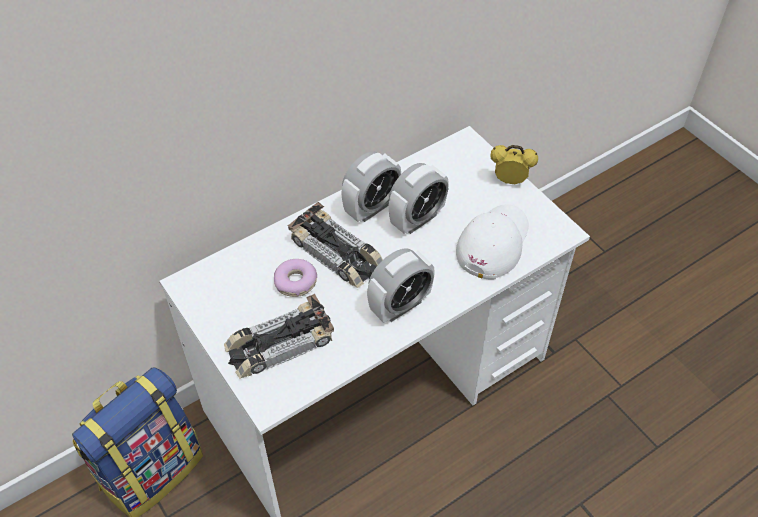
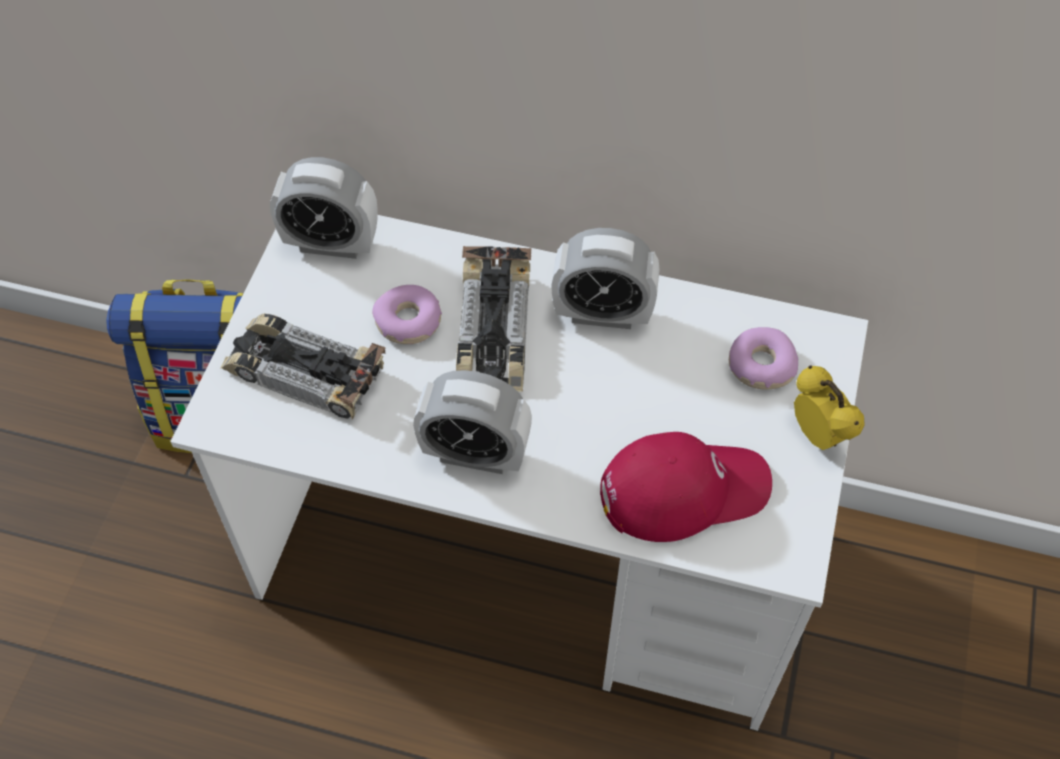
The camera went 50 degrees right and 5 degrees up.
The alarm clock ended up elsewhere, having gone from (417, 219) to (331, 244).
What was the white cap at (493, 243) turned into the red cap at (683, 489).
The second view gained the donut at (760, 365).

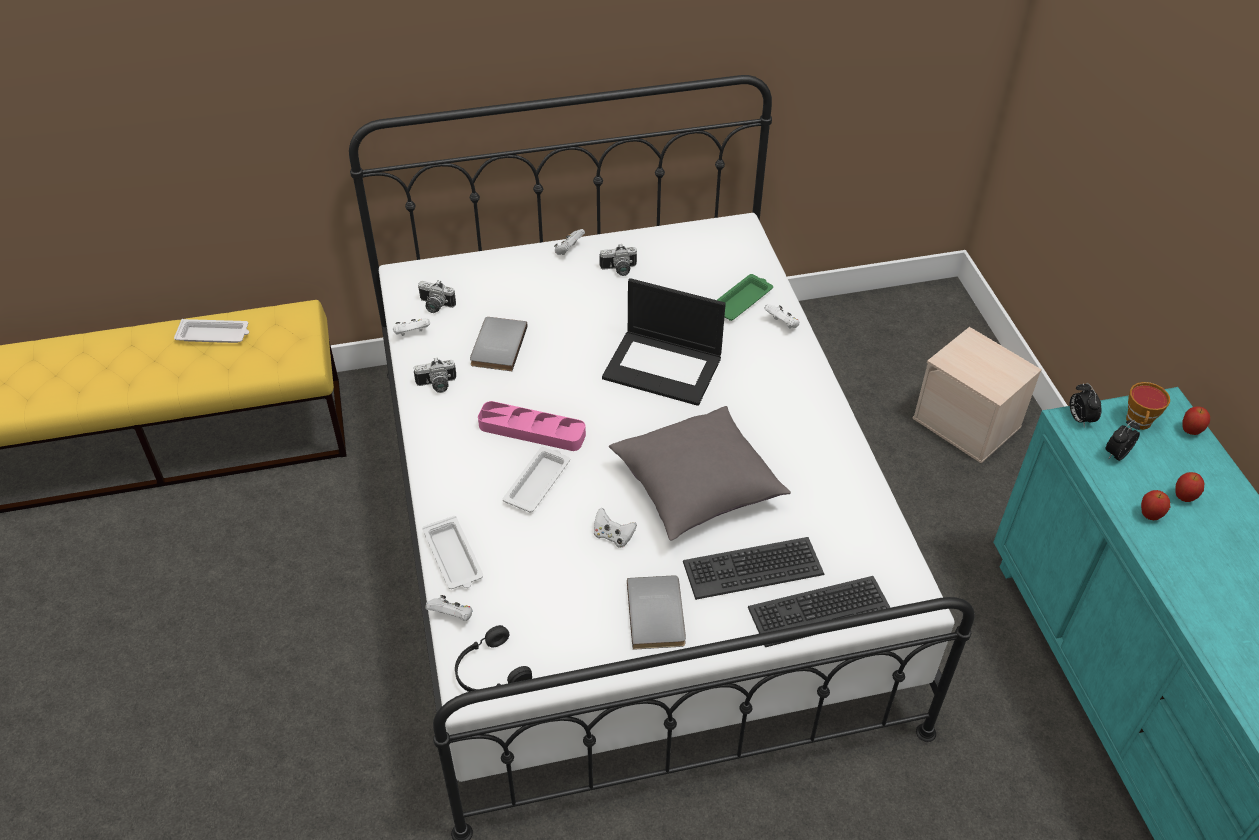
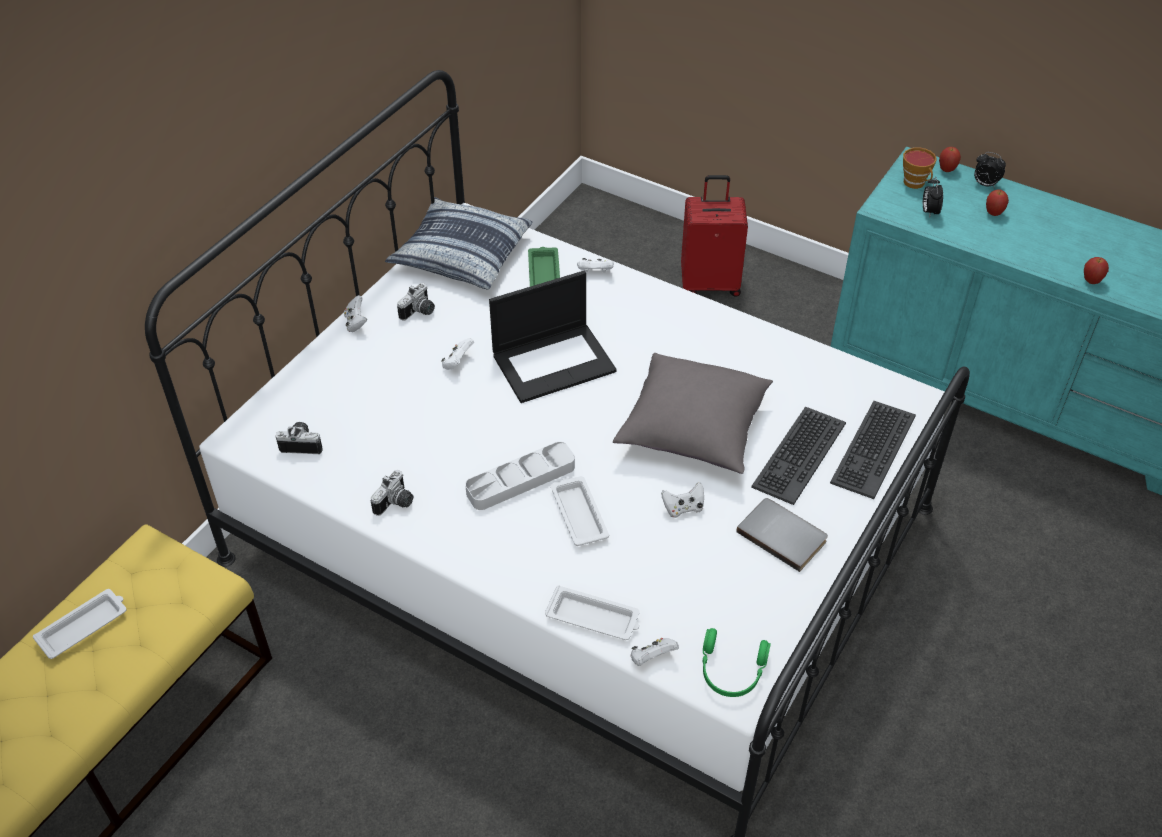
The camera went 45 degrees left and 0 degrees up.
The photo camera at (435, 306) ended up facing another way, 150 degrees counterclockwise from before.
The second view gained the pillow at (461, 254).
The white game controller ended up elsewhere, having gone from (412, 334) to (457, 362).
What was the pink tray at (532, 430) turned into the grey tray at (521, 480).
Where the beige storage box stood at (968, 423), the red suitcase came to stand at (710, 283).
What was the black headphones at (489, 672) turned into the green headphones at (731, 671).
The alarm clock ended up elsewhere, having gone from (1079, 418) to (984, 184).
The apple ended up elsewhere, having gone from (1149, 515) to (1091, 281).
The second view lost the grey book at (496, 346).

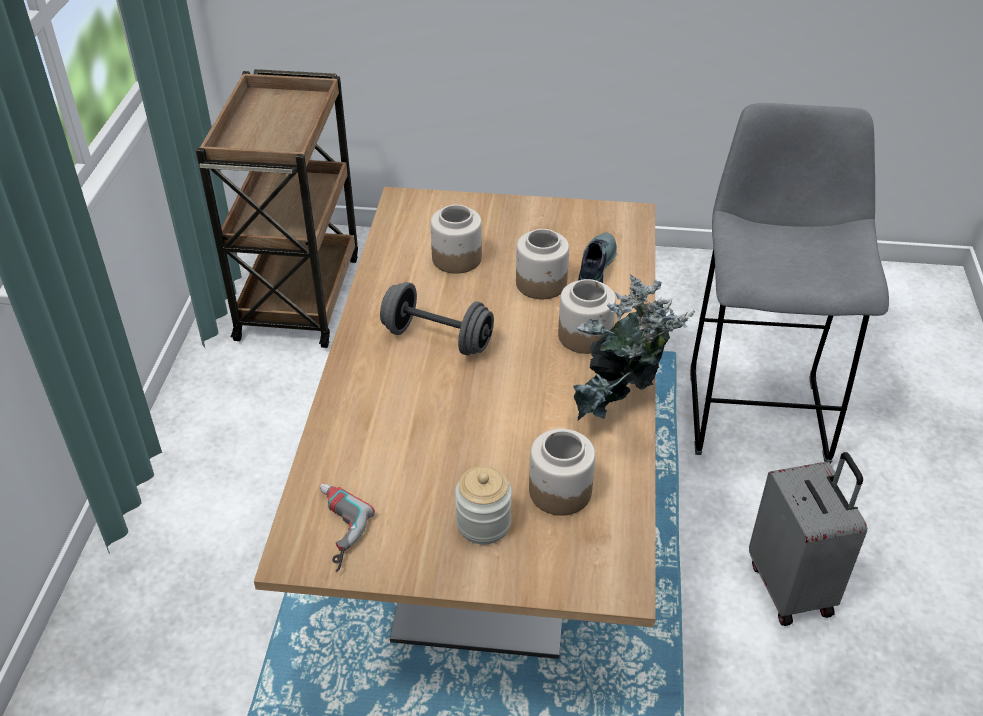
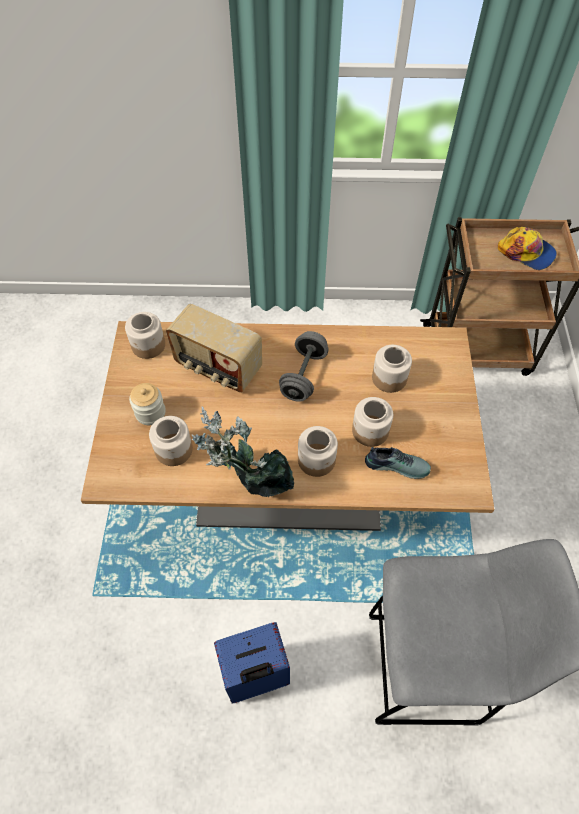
The camera went 85 degrees right and 15 degrees up.
Where the power drill stood at (331, 530), the jar came to stand at (148, 345).
The second view gained the radio at (217, 367).
What was the grey suitcase at (792, 587) turned into the blue suitcase at (255, 677).
The second view gained the cap at (526, 252).

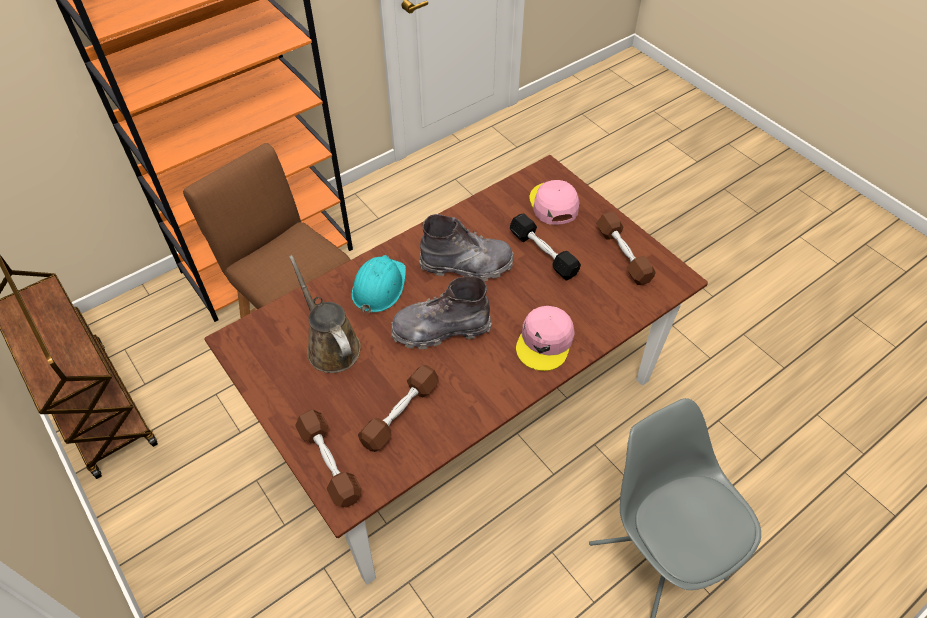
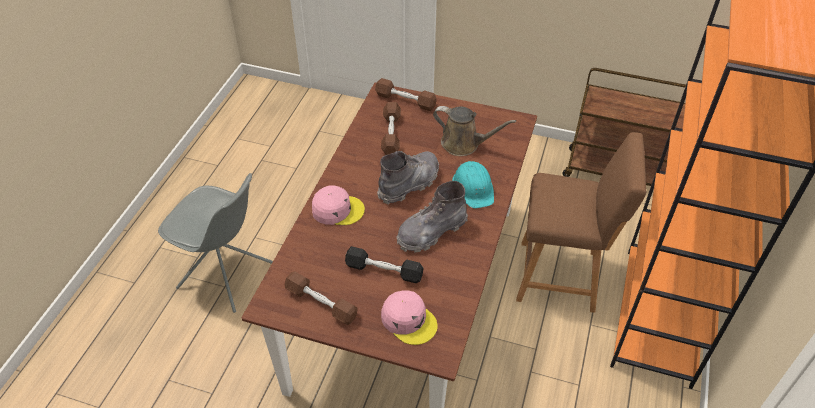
The camera went 145 degrees right and 5 degrees down.
The pink cap at (545, 342) ended up facing another way, 105 degrees clockwise from before.

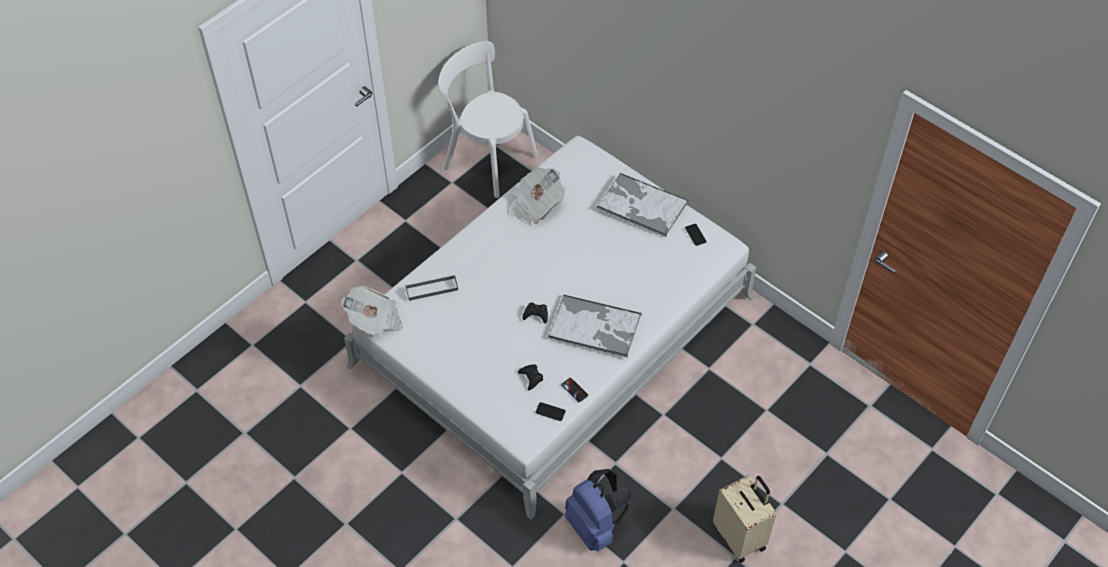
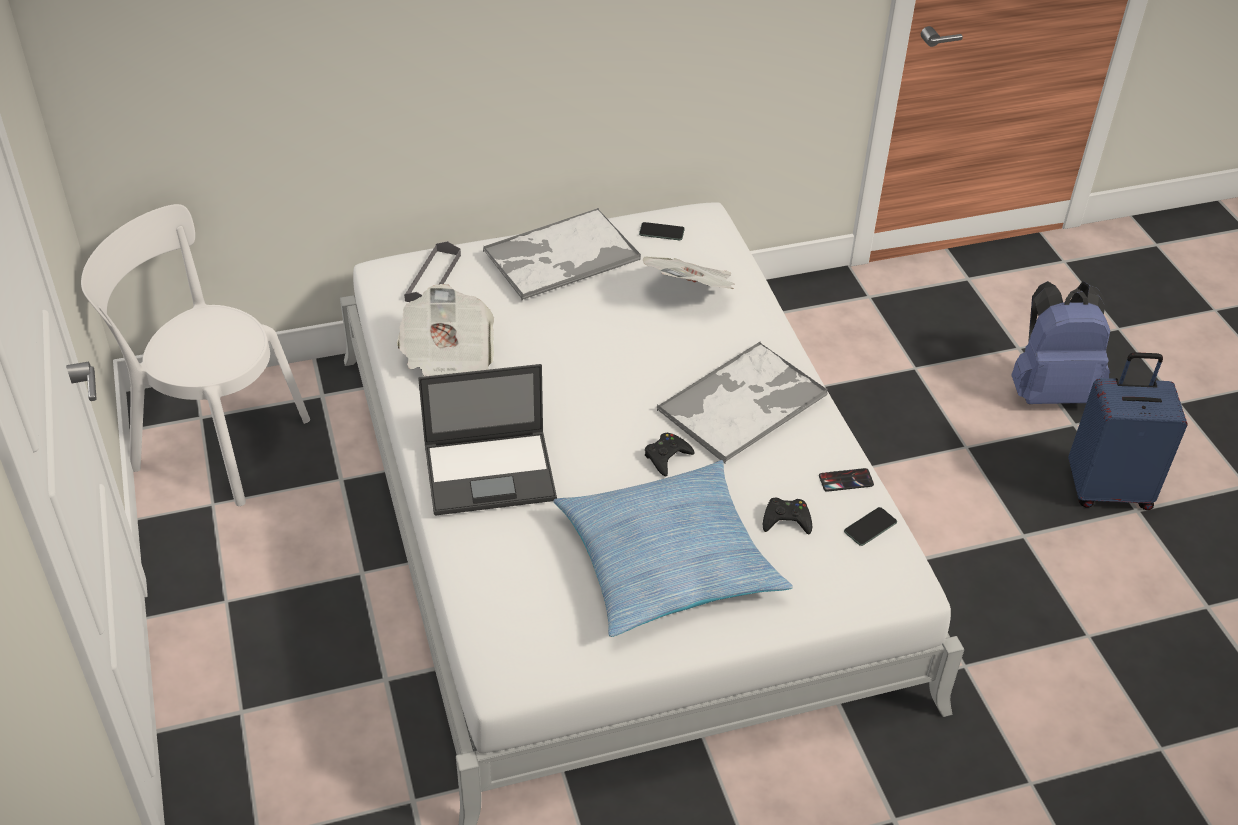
The camera went 60 degrees left and 10 degrees down.
The white chair at (487, 159) ended up facing another way, 45 degrees clockwise from before.
The grey tray ended up elsewhere, having gone from (432, 289) to (433, 278).
The second view gained the laptop at (491, 472).
The second view gained the pillow at (667, 561).
The newspaper ended up elsewhere, having gone from (375, 320) to (691, 292).
The blue backpack ended up elsewhere, having gone from (595, 527) to (1049, 390).
What was the beige suitcase at (740, 537) turned into the blue suitcase at (1108, 489).

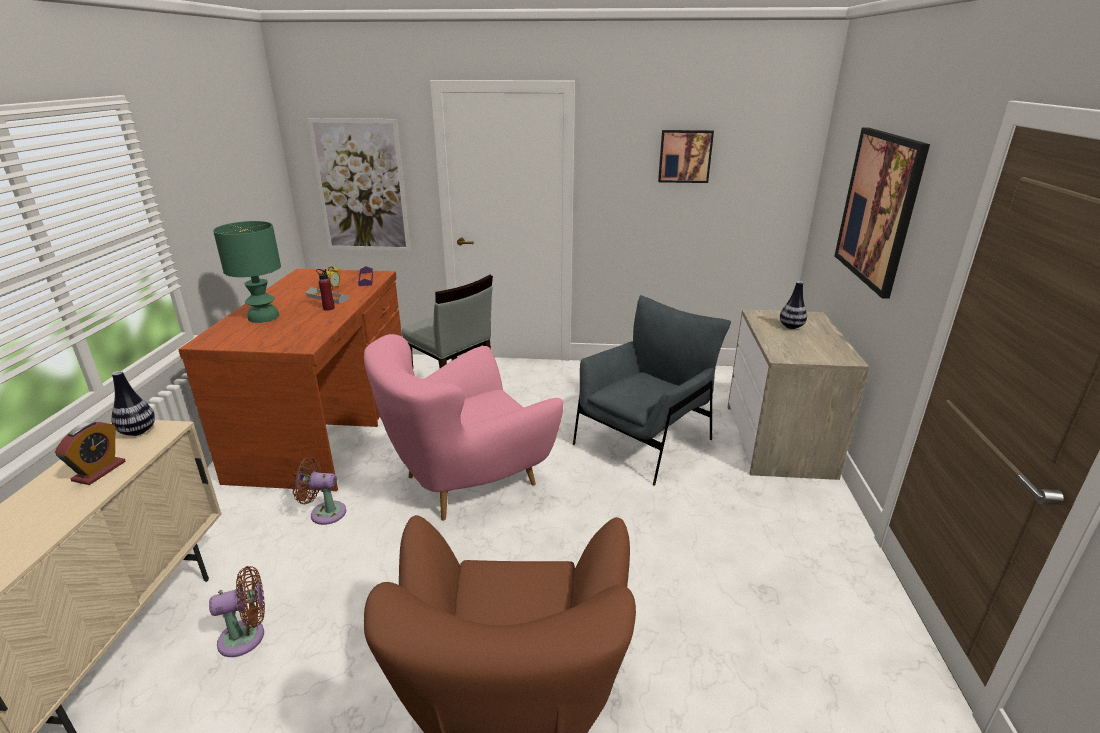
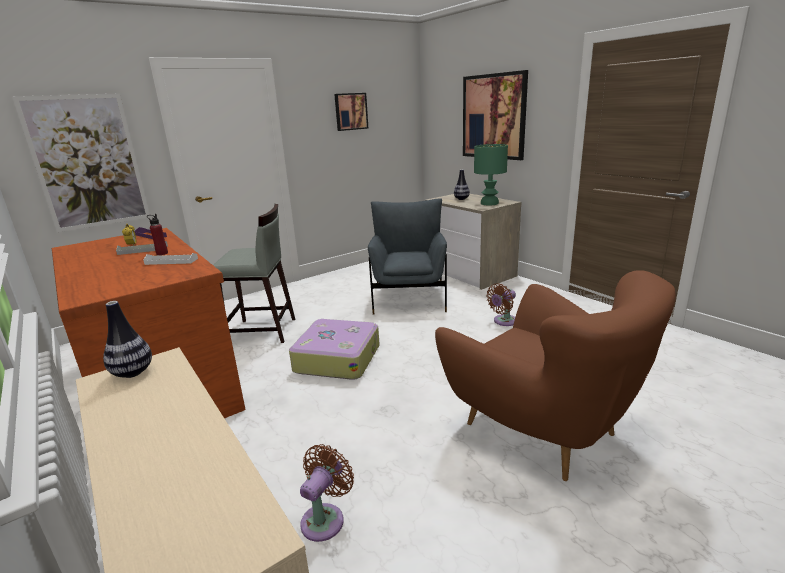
The camera went 40 degrees left and 5 degrees down.
The second view gained the white tray at (171, 261).
Where the pink armchair stood at (467, 481), the suitcase came to stand at (337, 358).
The green table lamp ended up elsewhere, having gone from (263, 317) to (489, 203).
The brown fan ended up elsewhere, having gone from (324, 513) to (503, 321).
The second view lost the alarm clock at (99, 471).

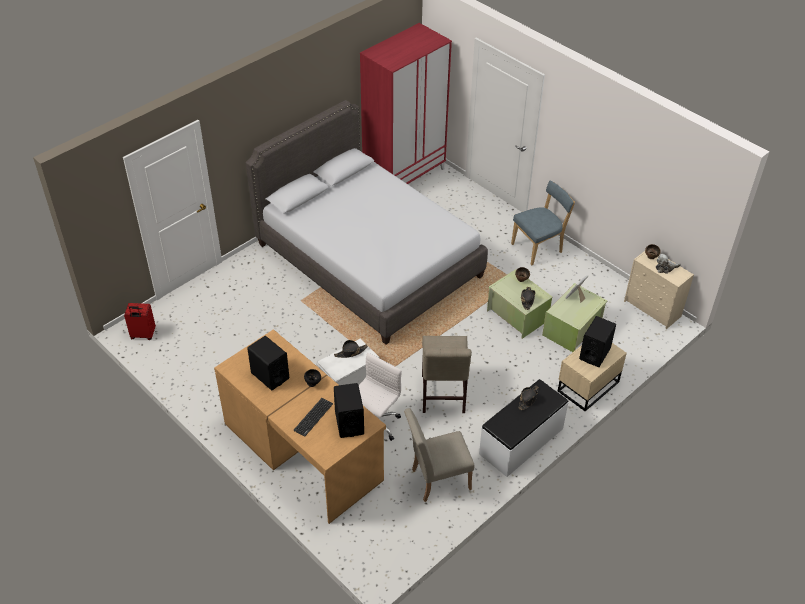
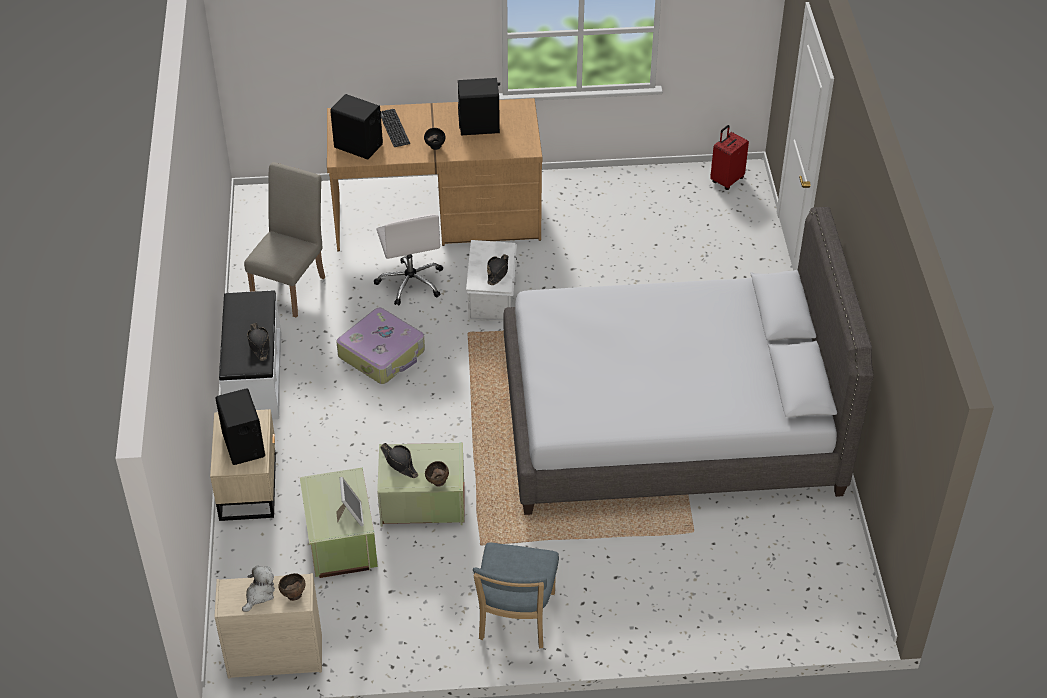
The camera went 130 degrees right and 0 degrees up.
Where the beige chair stood at (442, 396), the suitcase came to stand at (382, 354).
The second view lost the red wardrobe at (404, 175).

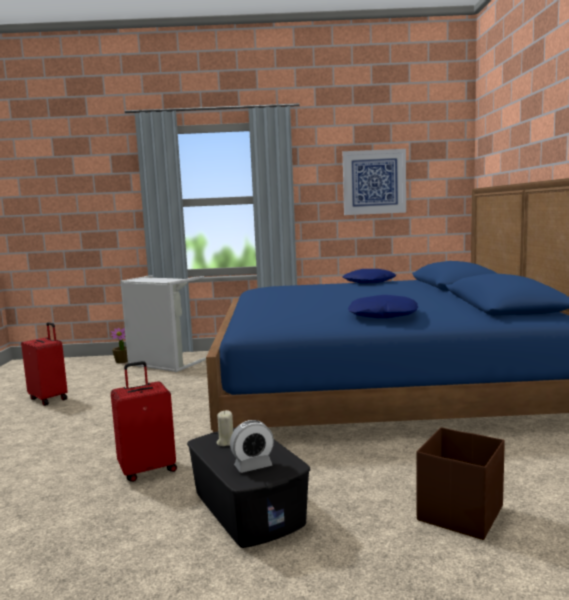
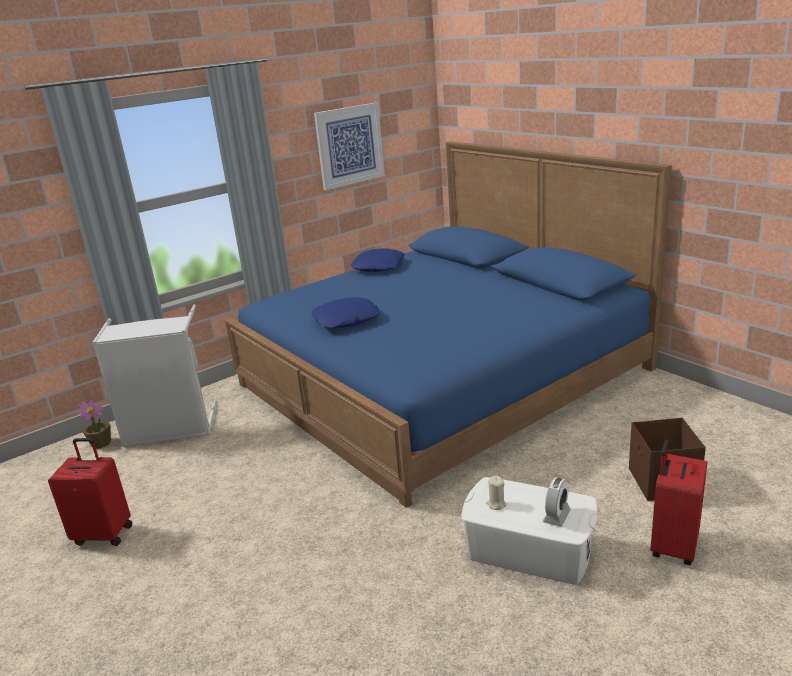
The camera went 35 degrees left and 15 degrees up.
The blue pillow ended up elsewhere, having gone from (383, 315) to (346, 320).
What was the black storage box at (248, 507) turned into the white storage box at (529, 550).
The red suitcase ended up elsewhere, having gone from (147, 470) to (672, 546).

